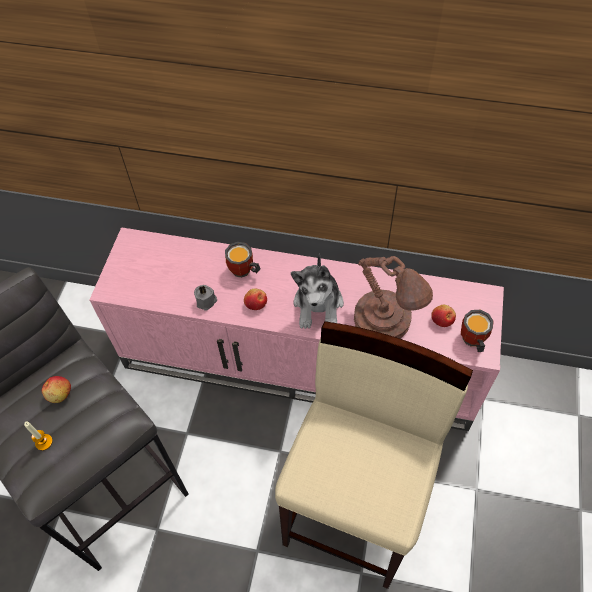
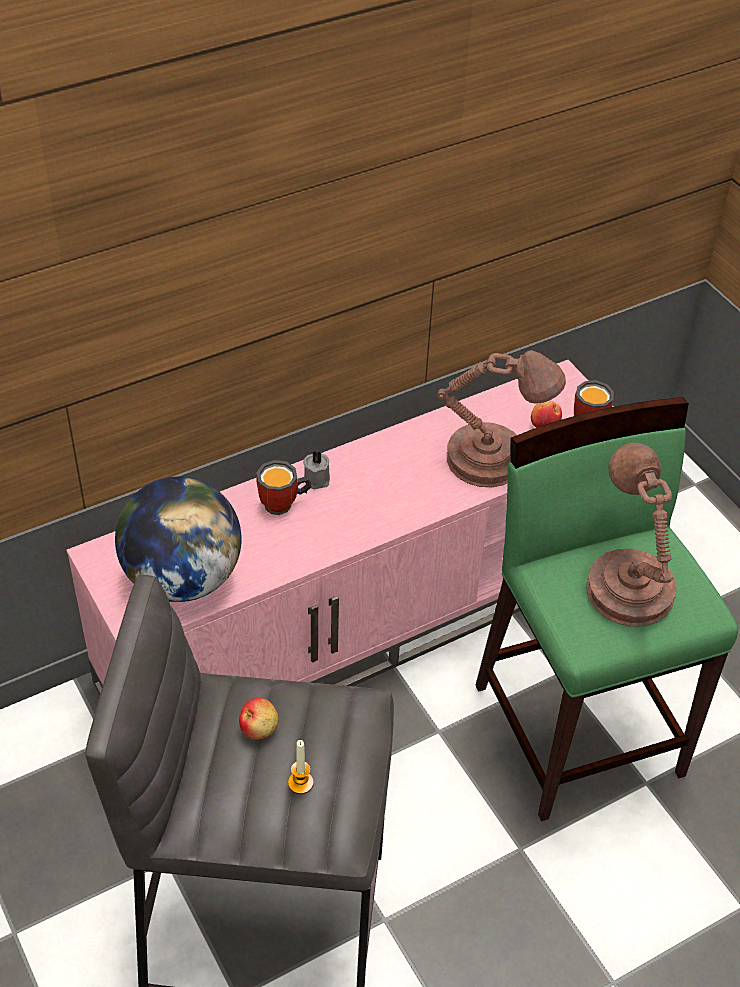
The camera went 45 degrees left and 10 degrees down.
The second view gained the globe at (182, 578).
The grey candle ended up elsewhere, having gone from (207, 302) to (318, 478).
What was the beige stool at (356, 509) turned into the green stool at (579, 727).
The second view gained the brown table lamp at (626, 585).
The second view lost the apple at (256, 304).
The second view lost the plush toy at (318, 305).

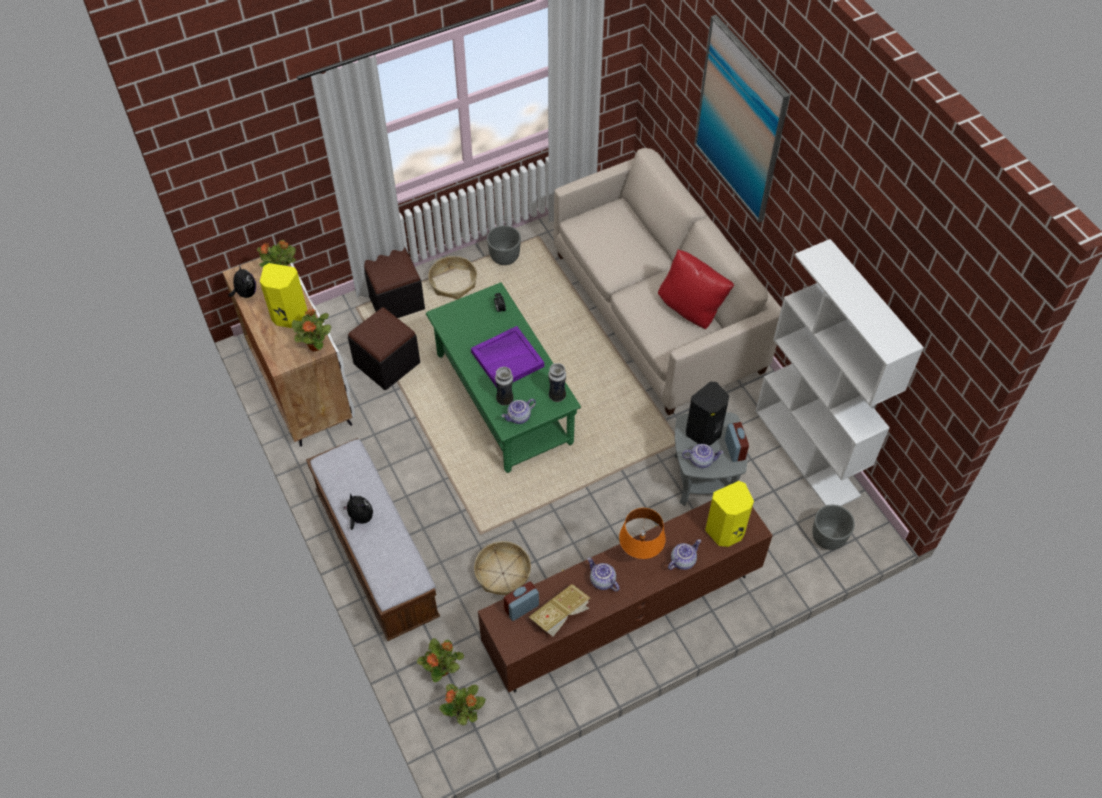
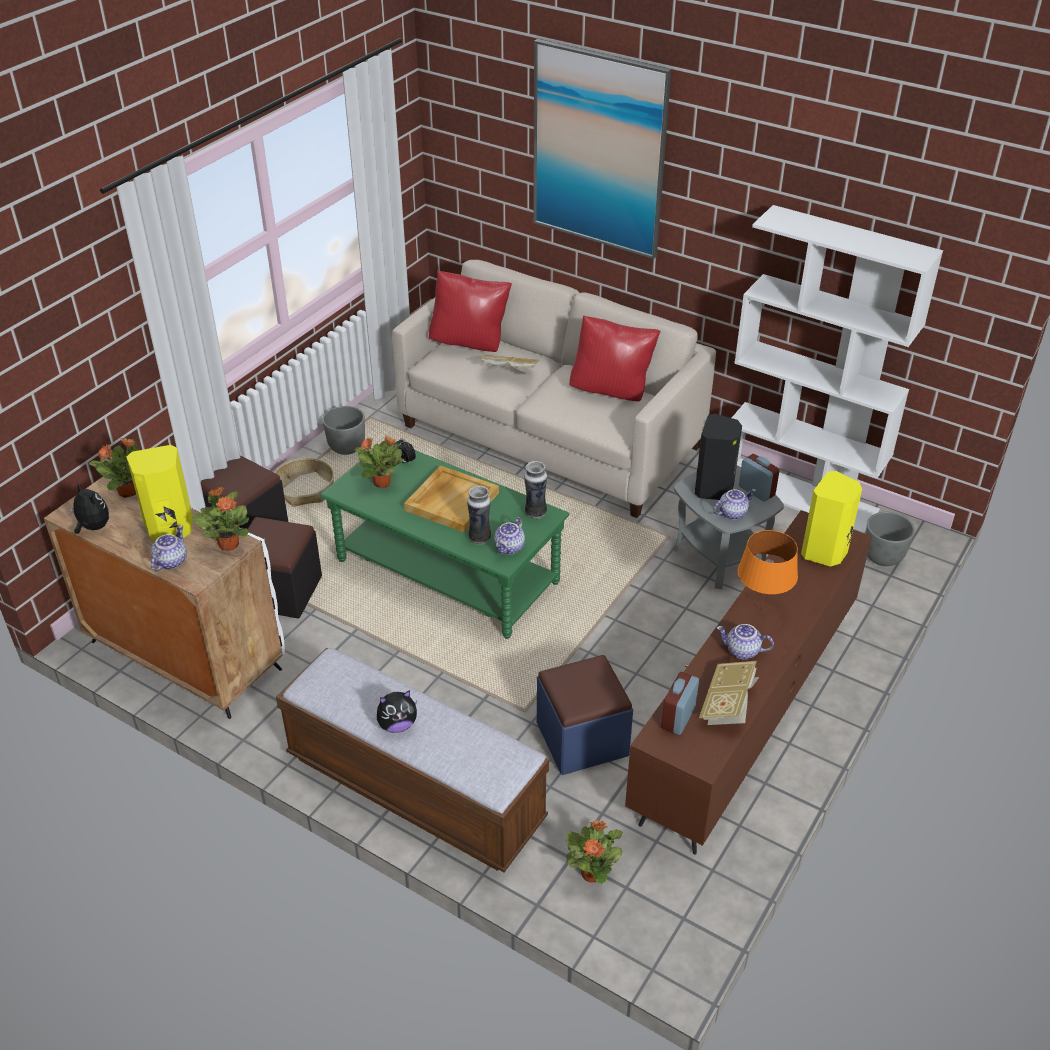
The camera went 30 degrees left and 15 degrees down.
The teapot ended up elsewhere, having gone from (682, 560) to (170, 561).
The potted plant ended up elsewhere, having gone from (464, 713) to (383, 483).
The plush toy at (360, 518) ended up facing another way, 150 degrees clockwise from before.
What was the purple tray at (507, 358) turned into the beige tray at (451, 501).
The second view gained the red pillow at (470, 343).
The second view gained the book at (510, 374).
Where the basket stood at (502, 573), the blue ottoman came to stand at (582, 739).

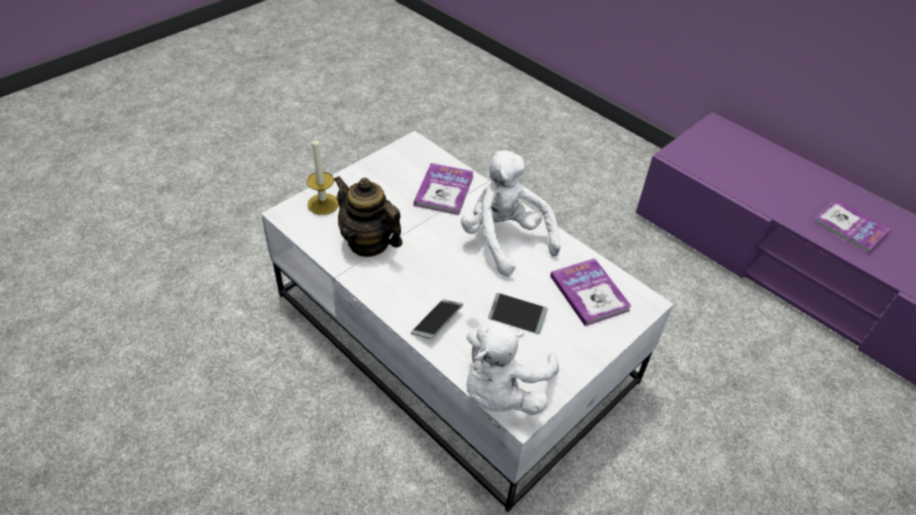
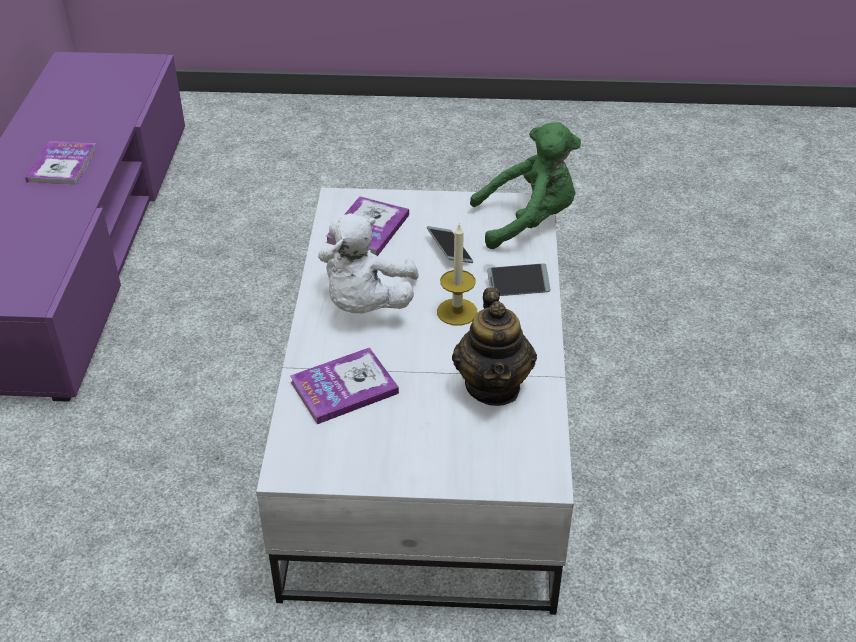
The camera went 130 degrees left and 5 degrees down.
The candle ended up elsewhere, having gone from (323, 204) to (457, 312).
What was the white plush toy at (501, 390) turned into the green plush toy at (528, 221).

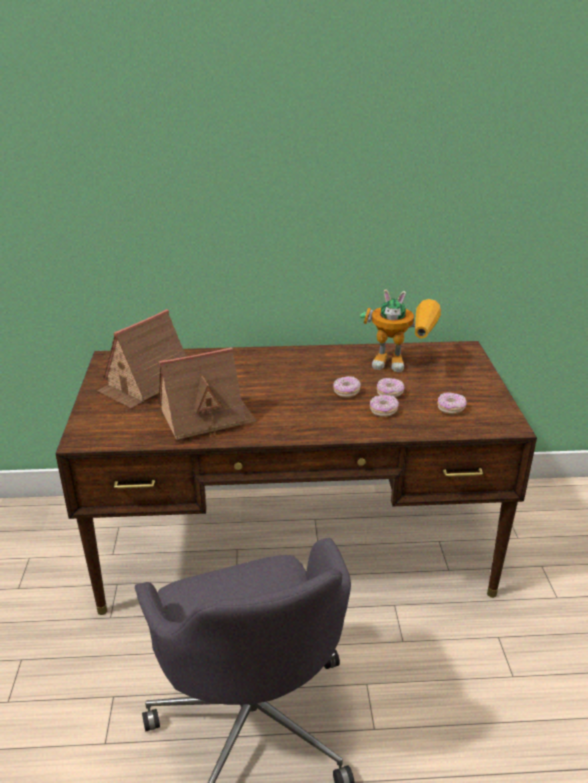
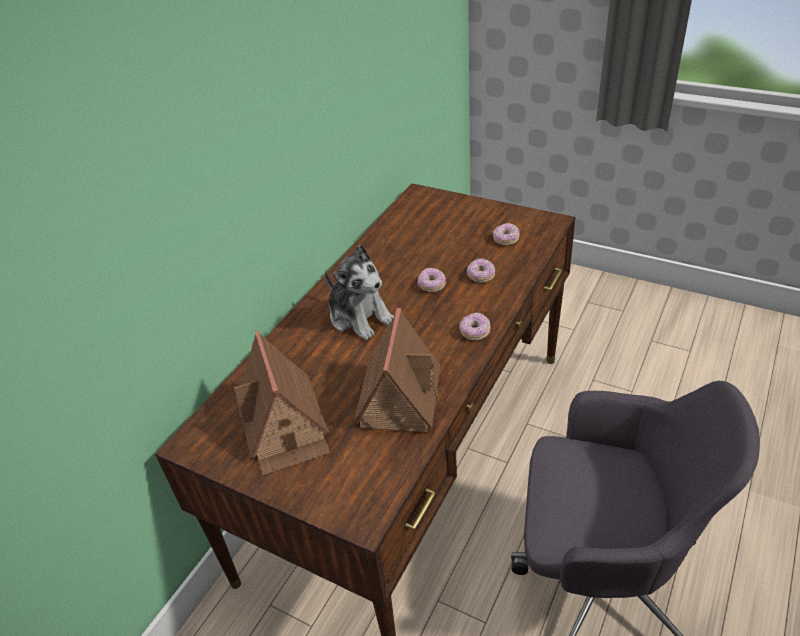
The camera went 55 degrees left and 10 degrees up.
The second view gained the plush toy at (360, 317).
The donut ended up elsewhere, having gone from (389, 393) to (474, 332).
The second view lost the toy robot at (402, 364).

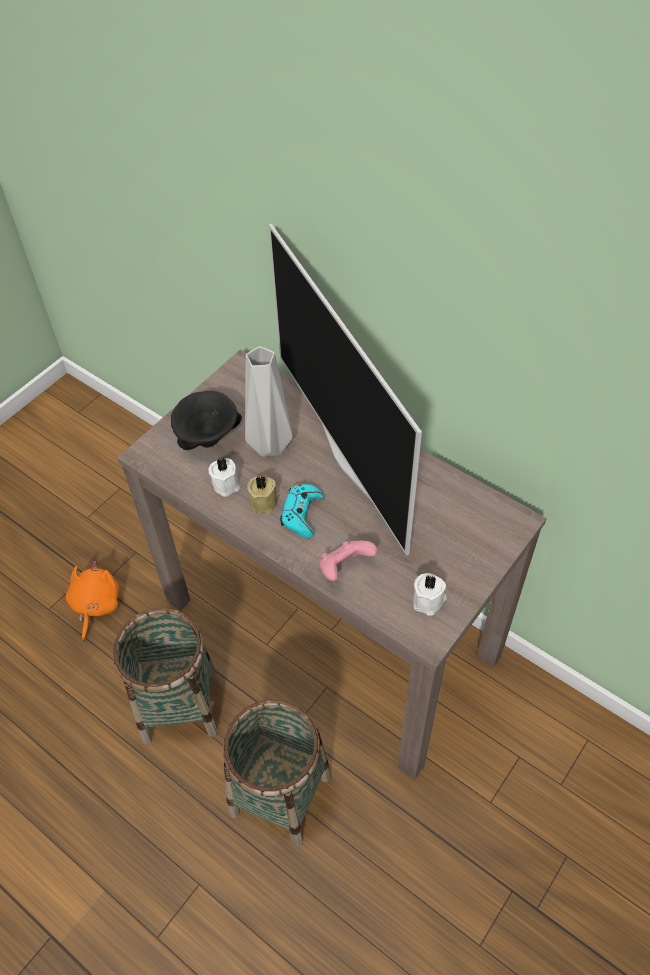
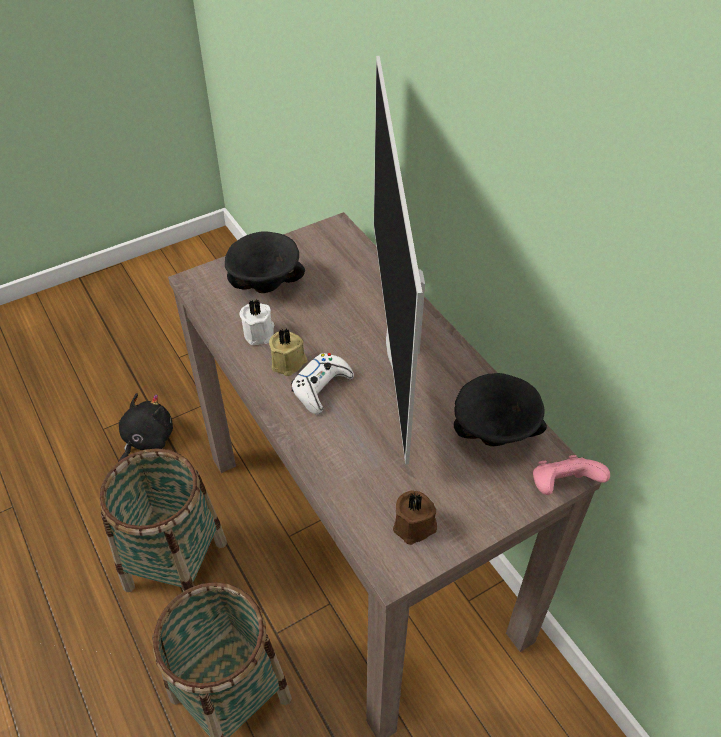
The camera went 20 degrees right and 5 degrees down.
What was the orange plush toy at (95, 605) turned into the black plush toy at (146, 440).
What was the turquoise game controller at (302, 514) turned into the white game controller at (321, 387).
What was the white candle at (429, 600) turned into the brown candle at (415, 527).
The second view gained the black bowl at (495, 435).
The pink game controller ended up elsewhere, having gone from (345, 568) to (562, 487).
The second view lost the grey vase at (270, 448).

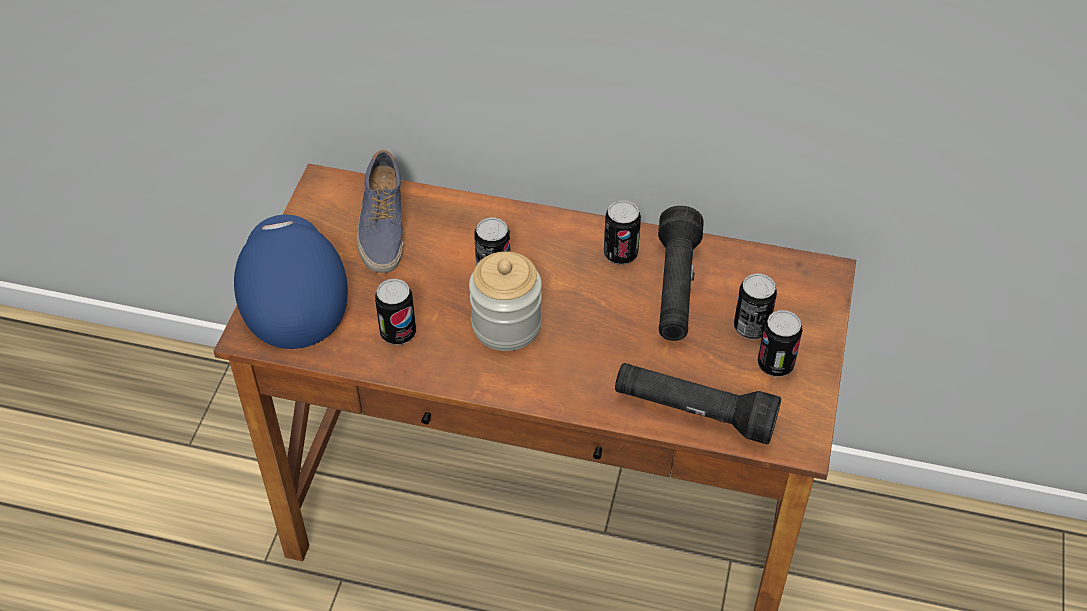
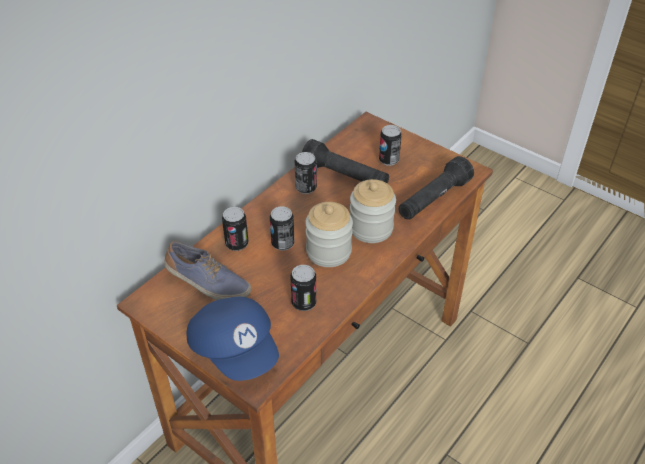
The camera went 65 degrees left and 5 degrees down.
The blue cap at (291, 296) ended up facing another way, 135 degrees counterclockwise from before.
The can ended up elsewhere, having gone from (775, 364) to (237, 244).
The second view gained the jar at (371, 228).

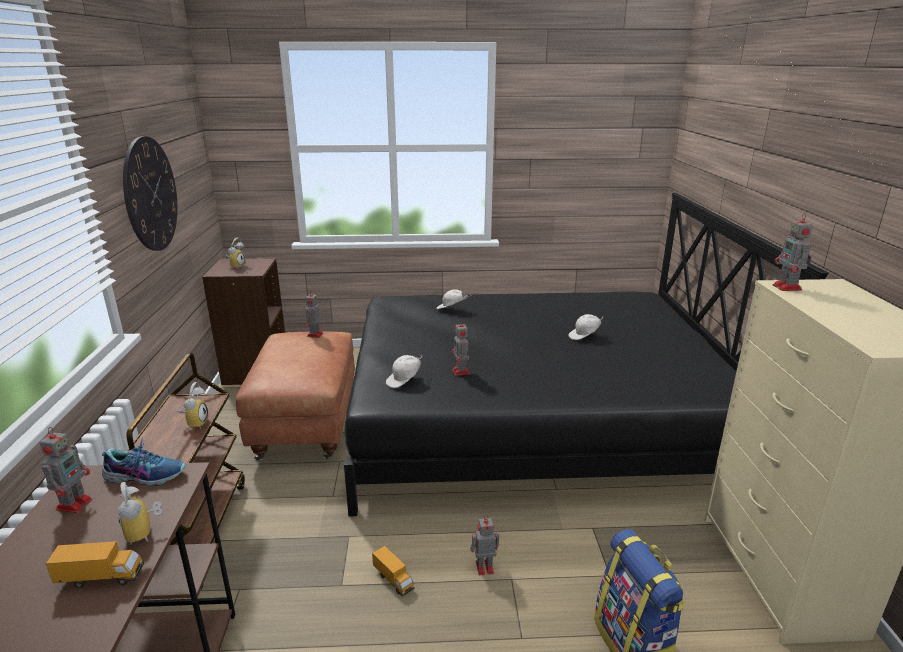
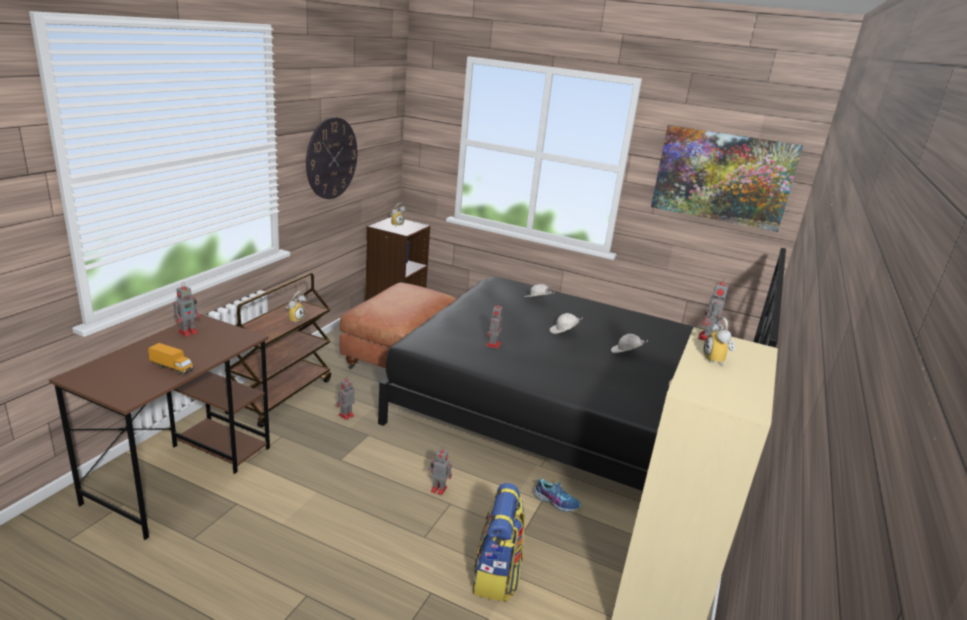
The camera went 25 degrees right and 0 degrees up.
The toy robot ended up elsewhere, having gone from (314, 335) to (345, 415).
The shoe ended up elsewhere, having gone from (145, 475) to (556, 501).
The white cap ended up elsewhere, having gone from (404, 381) to (563, 332).
The second view gained the picture at (722, 177).
The alarm clock ended up elsewhere, having gone from (145, 533) to (717, 360).
The second view lost the toy truck at (393, 580).

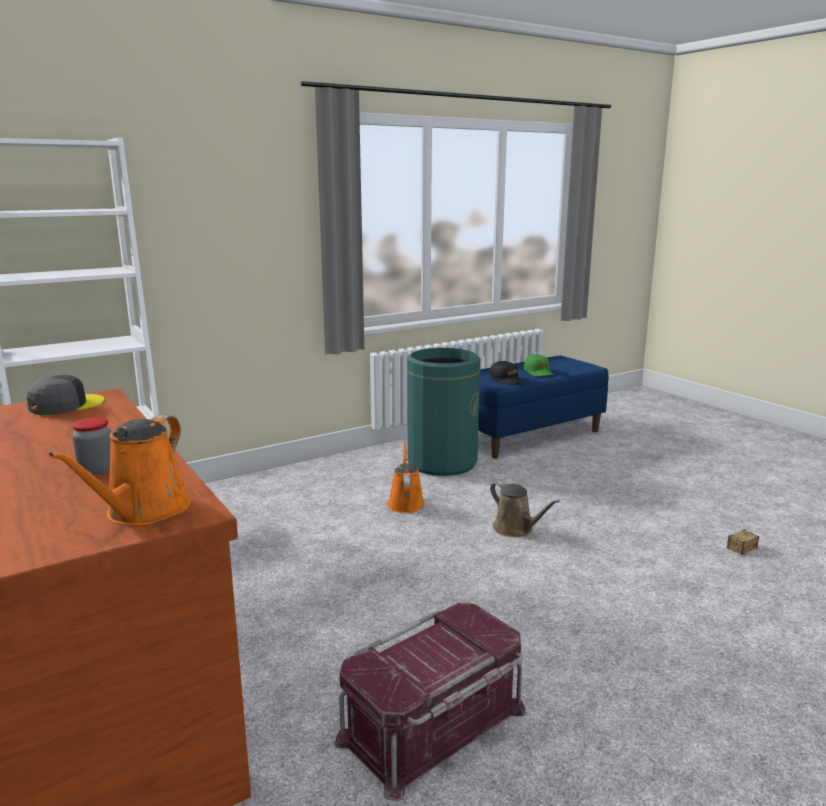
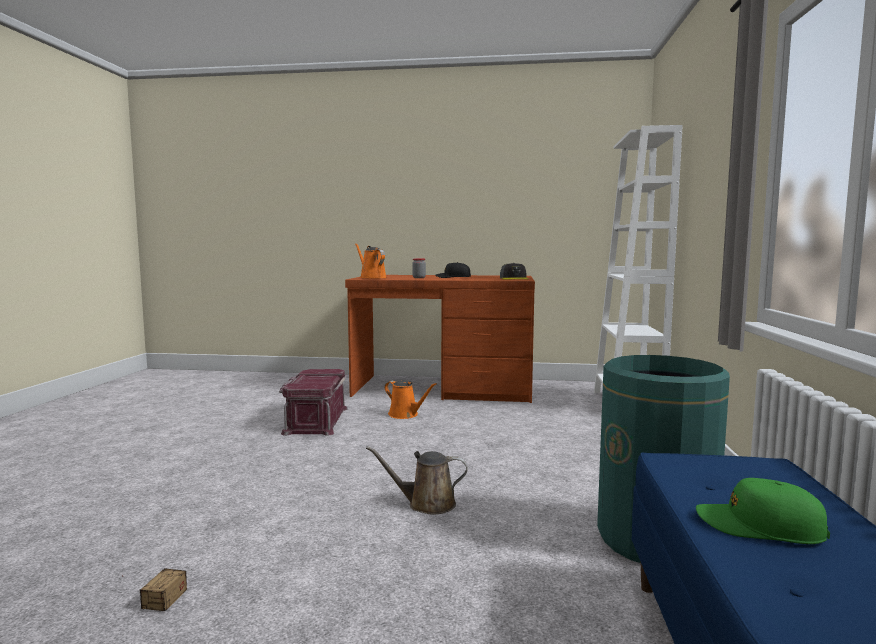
The camera went 130 degrees right and 10 degrees down.
The orange watering can ended up elsewhere, having gone from (405, 503) to (405, 415).
The black cap ended up elsewhere, having gone from (506, 379) to (453, 277).

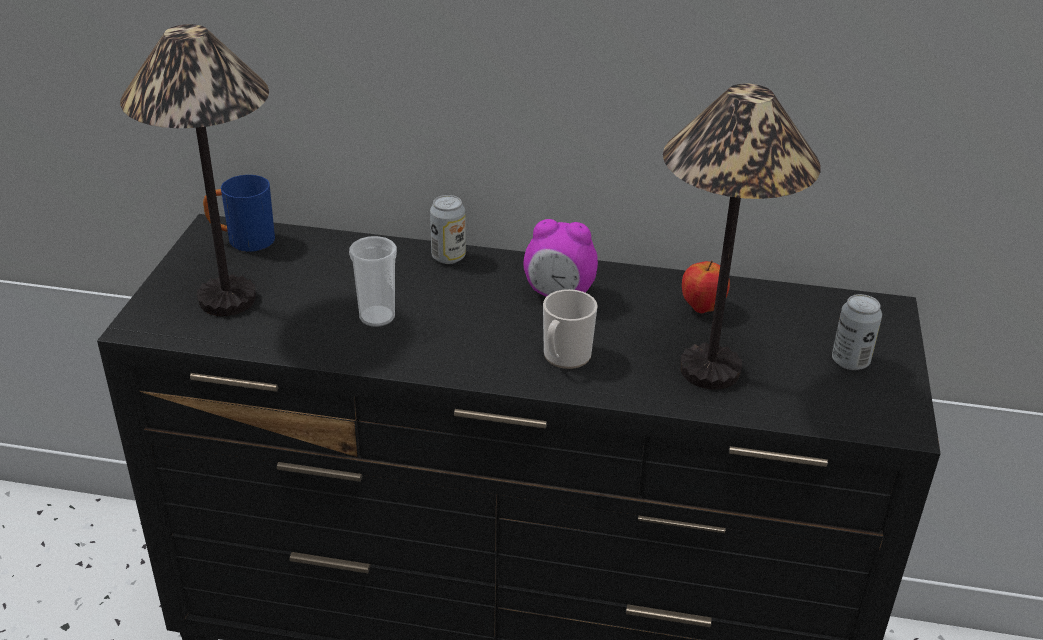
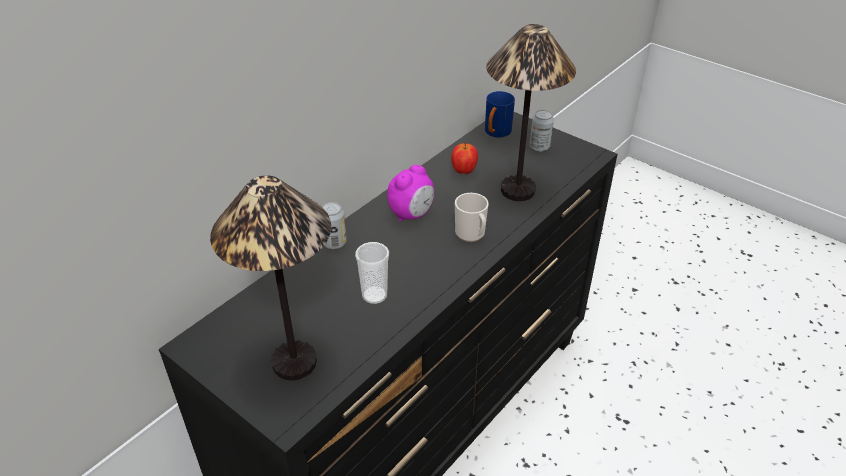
The camera went 60 degrees left and 5 degrees up.
The blue mug ended up elsewhere, having gone from (242, 241) to (496, 133).

